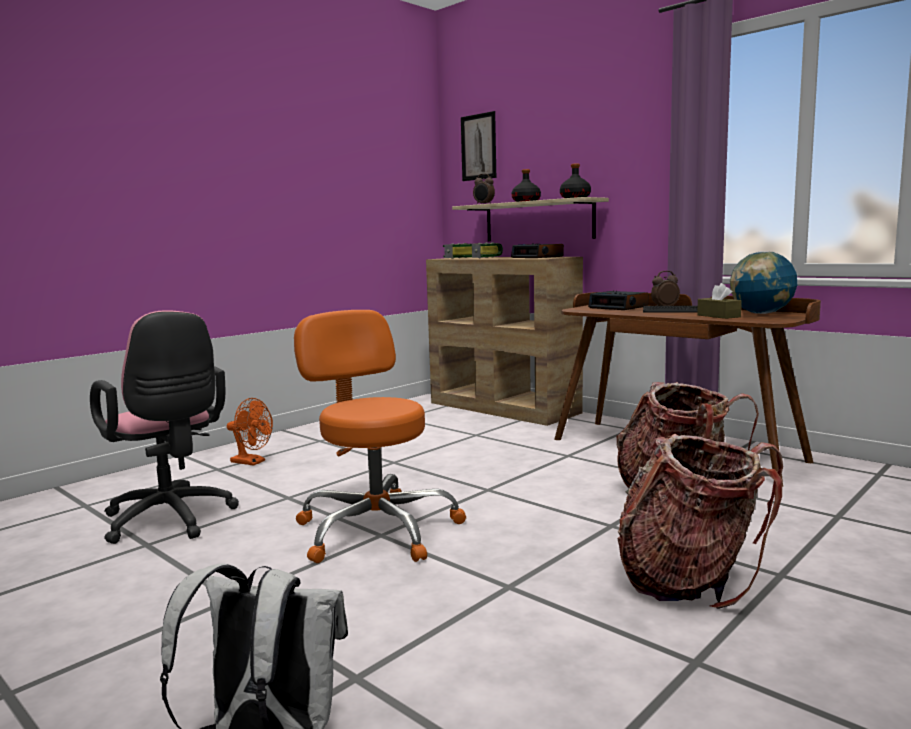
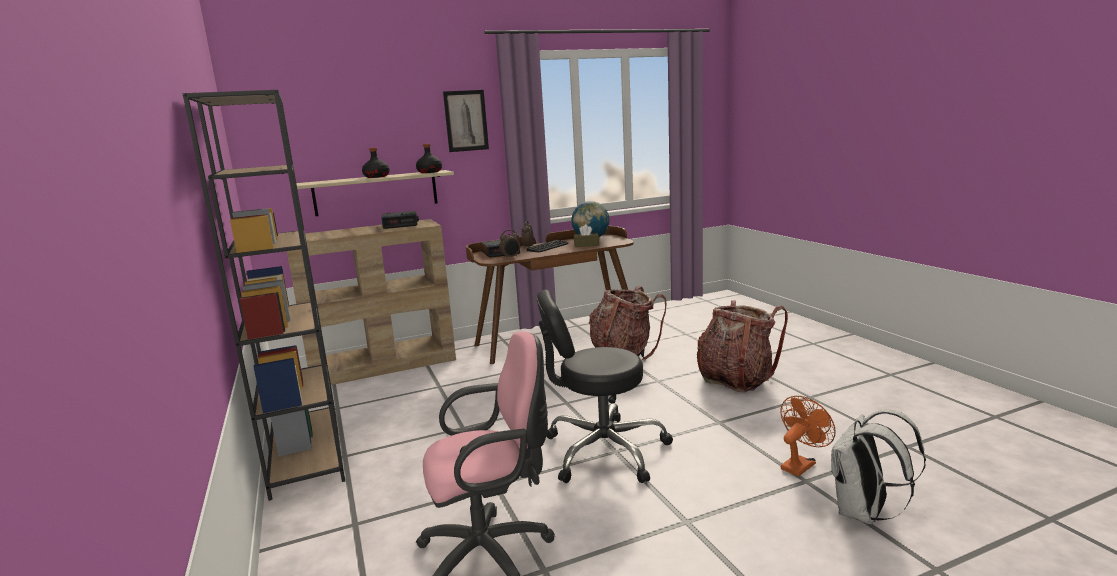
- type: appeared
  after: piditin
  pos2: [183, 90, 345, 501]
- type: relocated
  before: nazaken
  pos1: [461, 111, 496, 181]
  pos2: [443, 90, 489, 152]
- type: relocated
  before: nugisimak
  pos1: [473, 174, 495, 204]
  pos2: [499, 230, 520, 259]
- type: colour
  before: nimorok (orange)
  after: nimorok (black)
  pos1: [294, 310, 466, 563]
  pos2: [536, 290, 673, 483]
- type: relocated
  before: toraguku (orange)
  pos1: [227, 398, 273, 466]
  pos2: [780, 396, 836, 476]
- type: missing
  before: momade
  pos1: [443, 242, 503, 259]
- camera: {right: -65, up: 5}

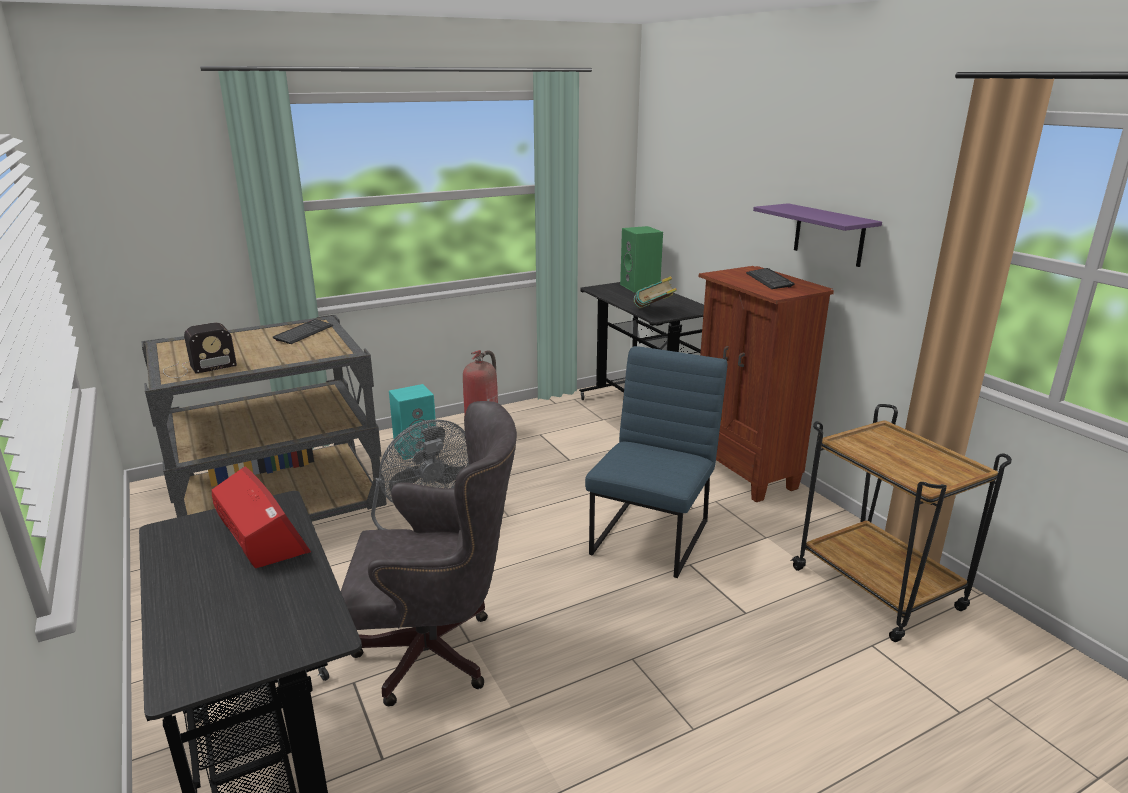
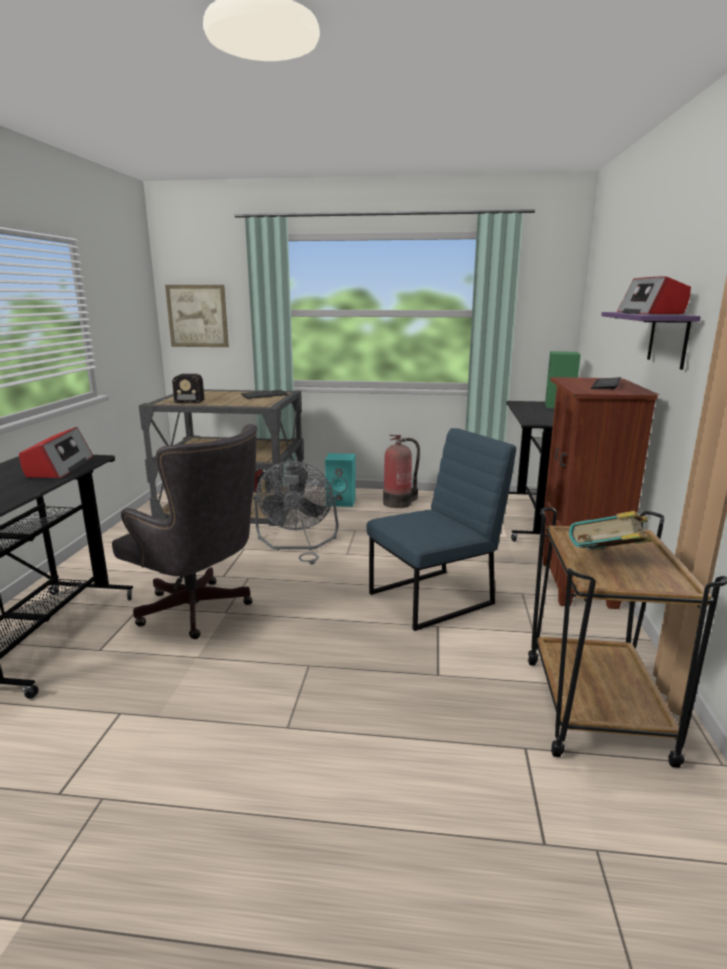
- type: appeared
  after: nazaken
  pos2: [165, 285, 229, 347]
- type: relocated
  before: momade
  pos1: [634, 276, 677, 308]
  pos2: [569, 511, 653, 550]
- type: appeared
  after: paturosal
  pos2: [617, 276, 691, 315]
- camera: {right: 35, up: -5}

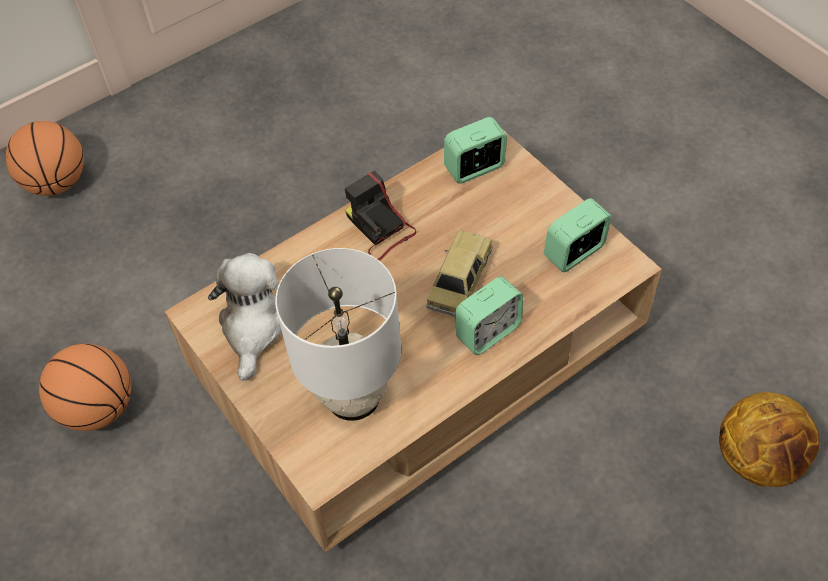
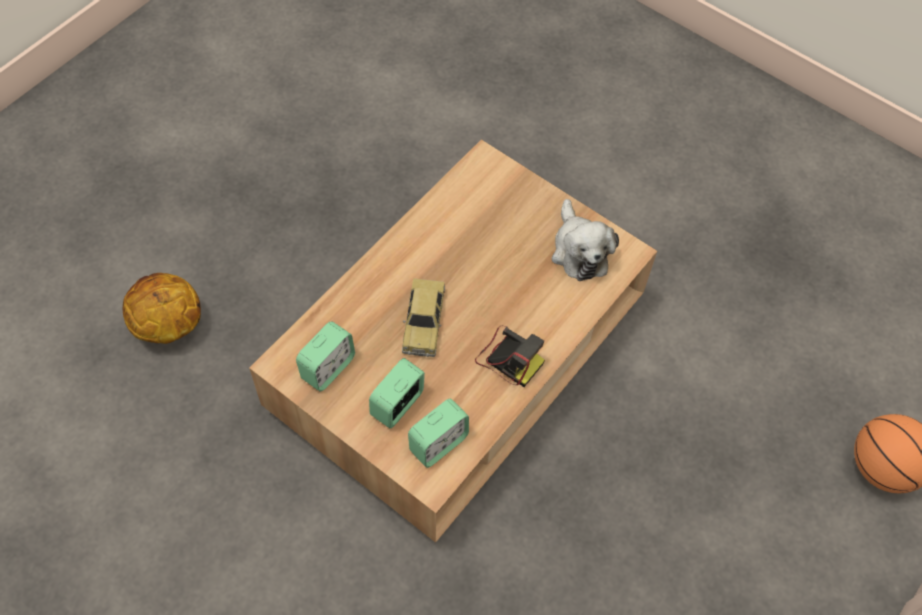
- type: relocated
  before: nugisimak
  pos1: [455, 276, 523, 355]
  pos2: [369, 358, 425, 428]
- type: missing
  before: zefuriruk
  pos1: [39, 344, 131, 431]
- type: missing
  before: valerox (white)
  pos1: [275, 248, 401, 421]
- camera: {right: 160, up: 5}

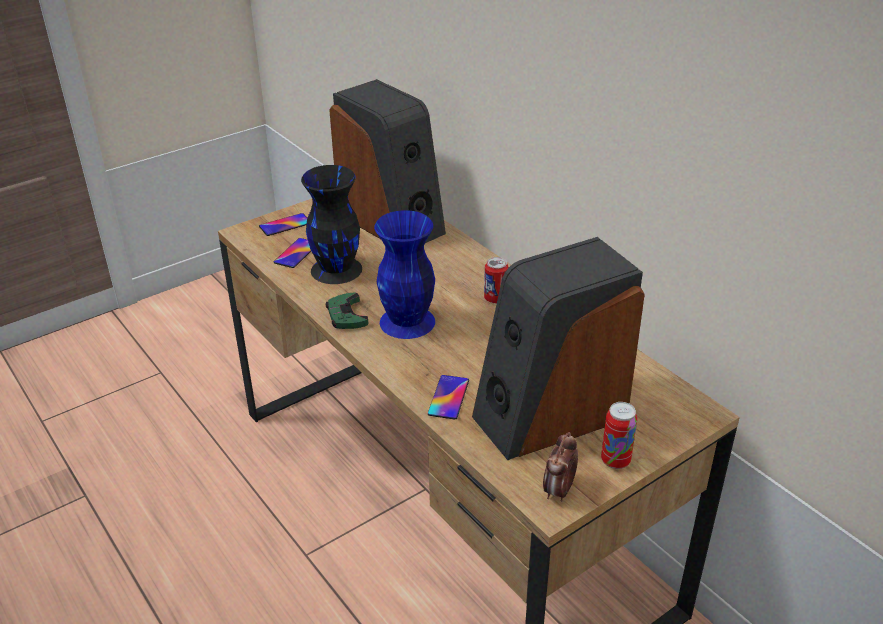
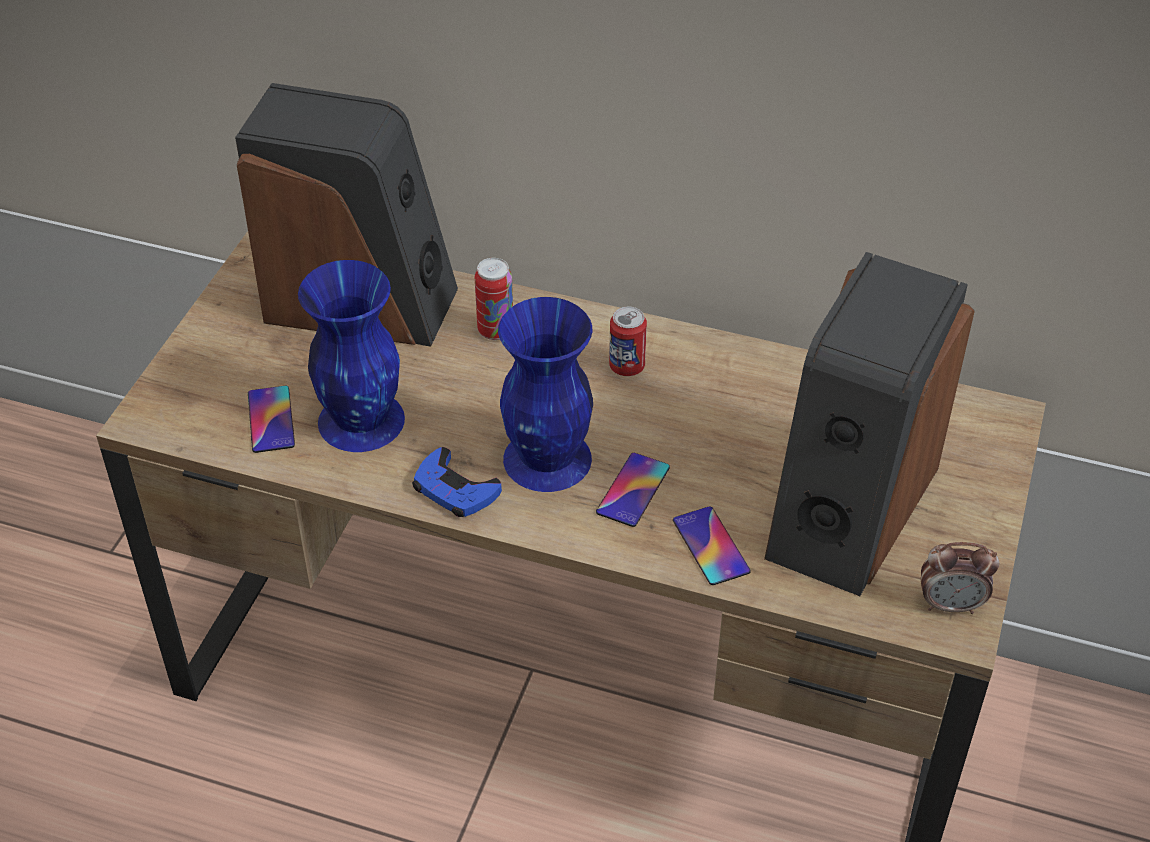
- type: colour
  before: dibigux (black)
  after: dibigux (blue)
  pos1: [301, 165, 362, 284]
  pos2: [298, 260, 405, 452]
- type: colour
  before: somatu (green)
  after: somatu (blue)
  pos1: [326, 293, 368, 329]
  pos2: [412, 447, 502, 517]
- type: relocated
  before: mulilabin
  pos1: [601, 402, 637, 469]
  pos2: [475, 258, 513, 340]
- type: relocated
  before: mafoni
  pos1: [259, 213, 307, 236]
  pos2: [596, 453, 670, 527]
- type: spun
  before: nugisimak
  pos1: [543, 432, 578, 502]
  pos2: [921, 542, 999, 614]
  turn: -75
- camera: {right: -35, up: 10}

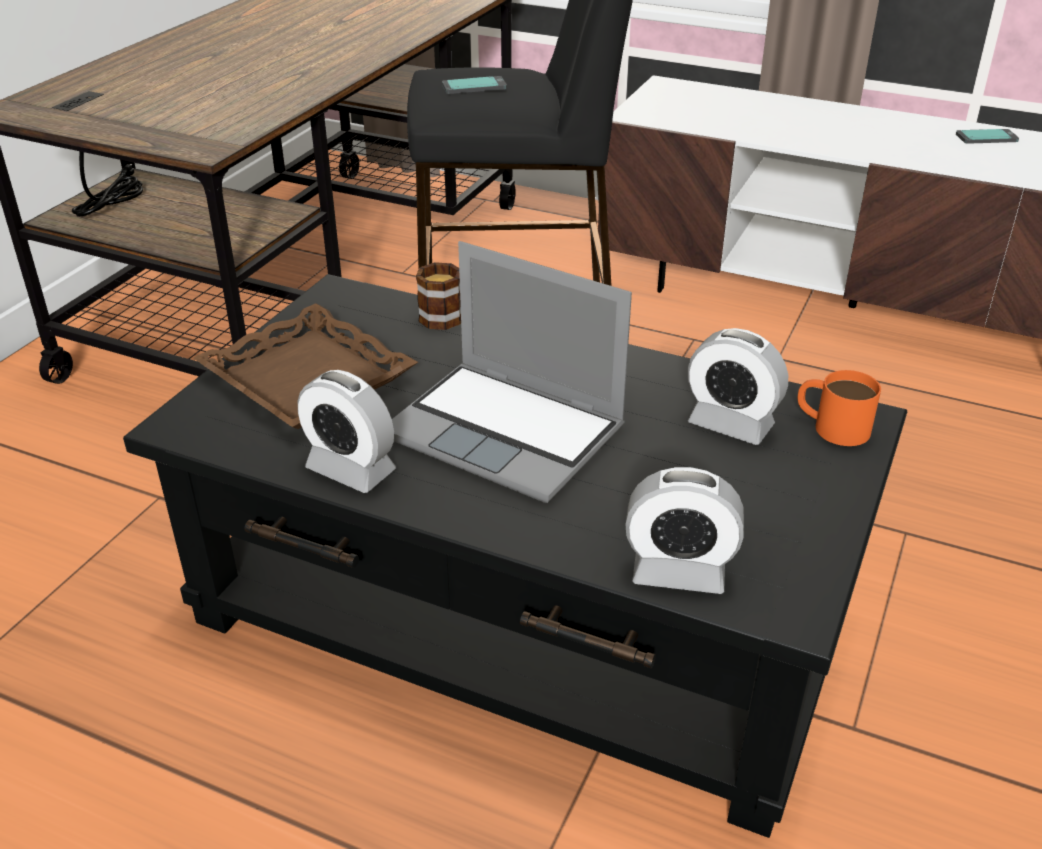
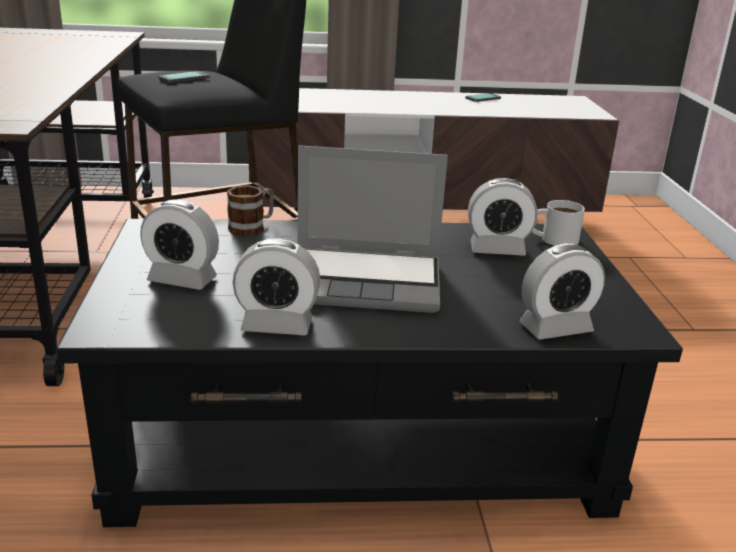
- type: exchanged
  before: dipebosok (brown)
  after: nugisimak
  pos1: [193, 303, 418, 429]
  pos2: [140, 200, 219, 290]
- type: colour
  before: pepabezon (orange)
  after: pepabezon (white)
  pos1: [798, 370, 881, 446]
  pos2: [532, 200, 585, 246]
- camera: {right: -30, up: -10}

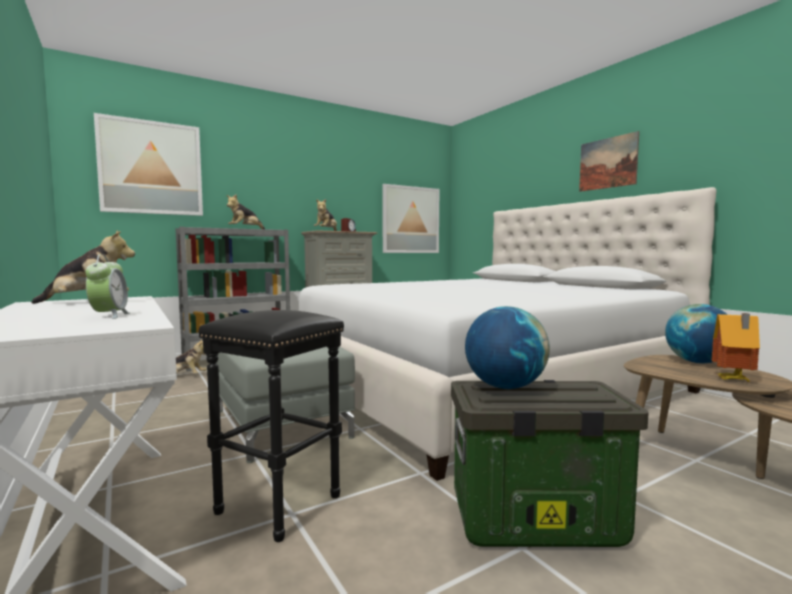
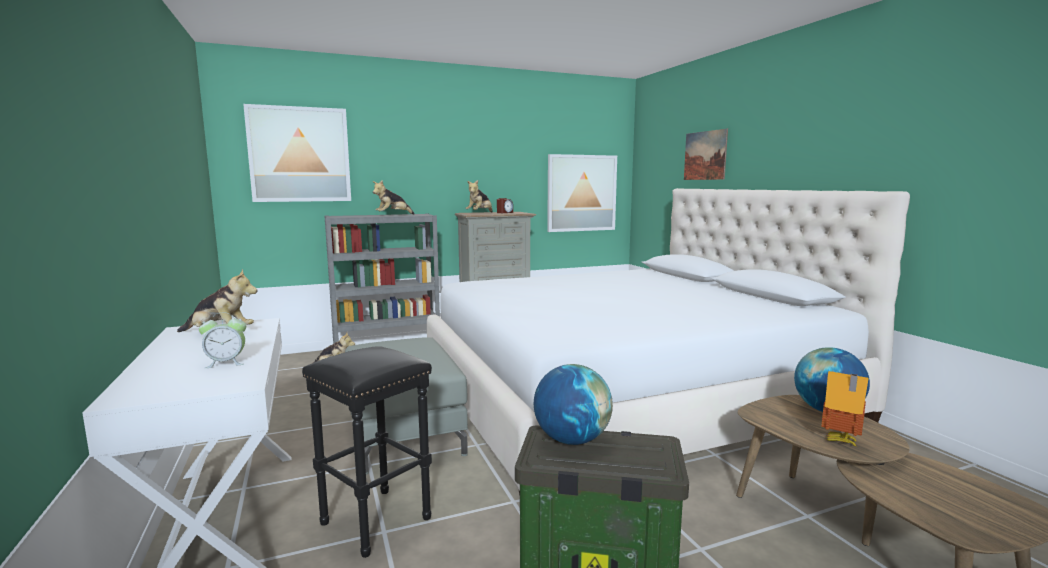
- type: spun
  before: nugisimak
  pos1: [85, 254, 130, 319]
  pos2: [199, 313, 246, 368]
  turn: 75
- type: relocated
  before: nazaken
  pos1: [579, 131, 639, 192]
  pos2: [684, 128, 728, 180]
- camera: {right: 10, up: 5}

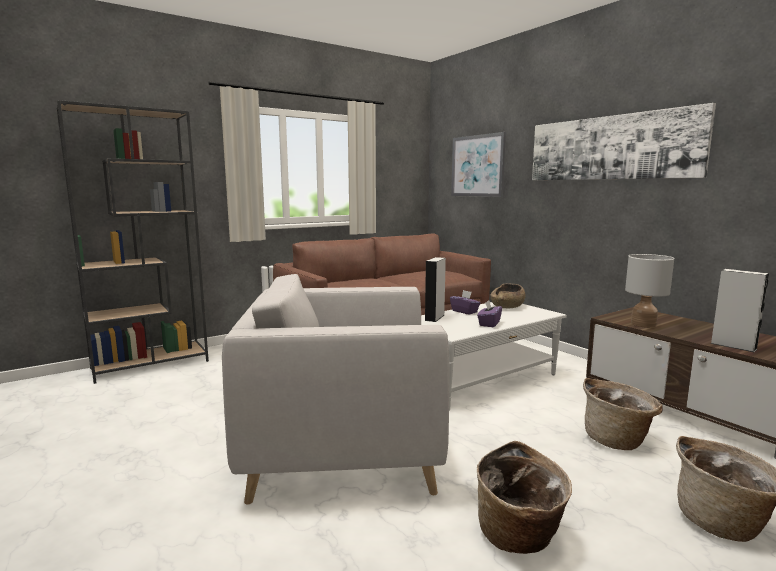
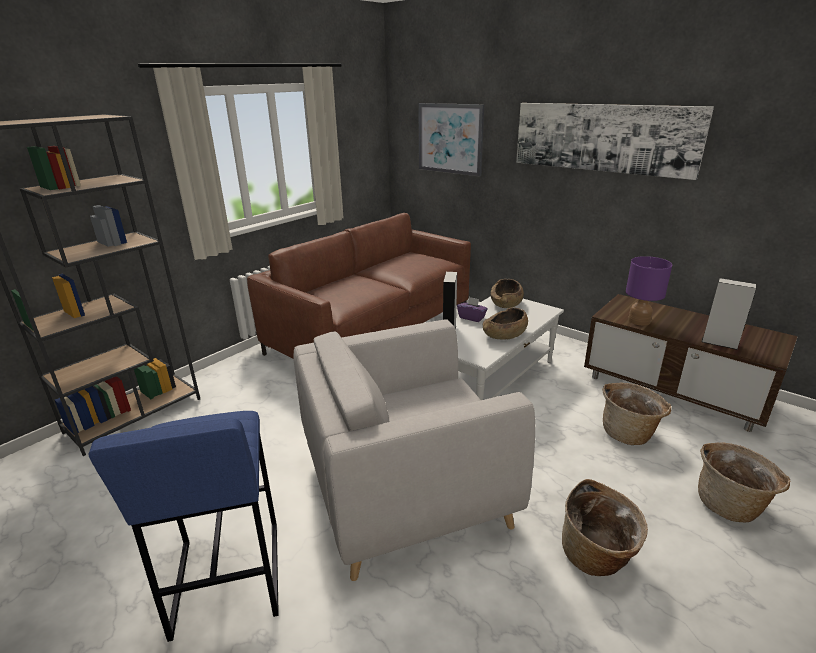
- type: appeared
  after: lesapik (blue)
  pos2: [88, 411, 279, 642]
- type: exchanged
  before: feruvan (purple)
  after: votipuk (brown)
  pos1: [477, 301, 502, 327]
  pos2: [483, 307, 528, 340]
- type: colour
  before: valerox (grey)
  after: valerox (purple)
  pos1: [625, 254, 674, 328]
  pos2: [626, 256, 672, 326]
- camera: {right: -15, up: 15}

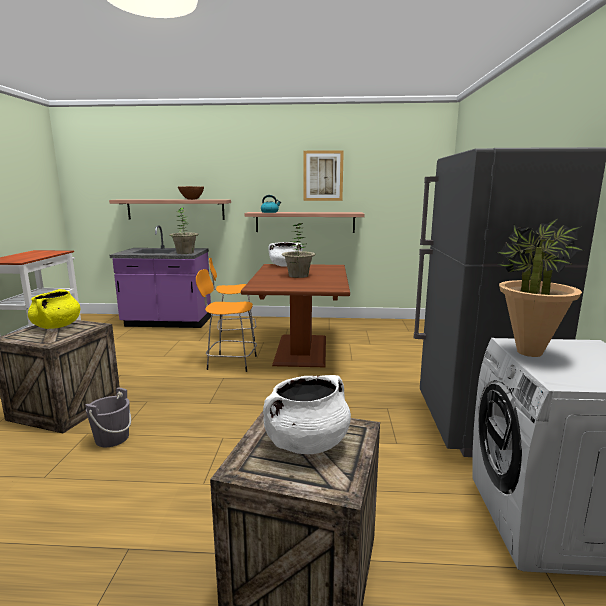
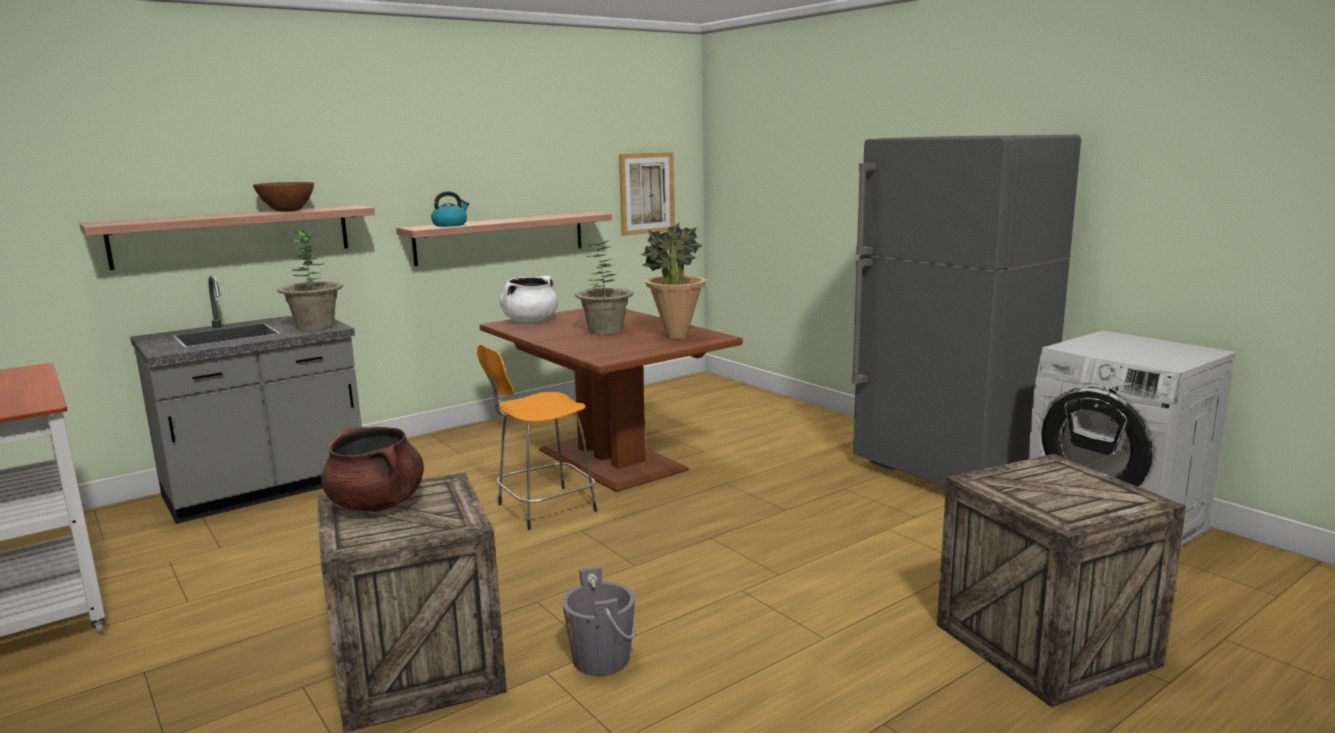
- type: colour
  before: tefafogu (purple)
  after: tefafogu (grey)
  pos1: [110, 225, 211, 328]
  pos2: [130, 276, 362, 524]
- type: colour
  before: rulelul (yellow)
  after: rulelul (brown)
  pos1: [28, 289, 80, 329]
  pos2: [321, 427, 424, 512]
- type: relocated
  before: nazaken
  pos1: [303, 150, 344, 201]
  pos2: [619, 152, 675, 236]
- type: relocated
  before: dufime
  pos1: [496, 219, 584, 357]
  pos2: [641, 223, 706, 339]
- type: missing
  before: lesapik (orange)
  pos1: [209, 258, 256, 341]
- type: missing
  before: rulelul (white)
  pos1: [263, 375, 351, 454]
- camera: {right: -40, up: 0}

